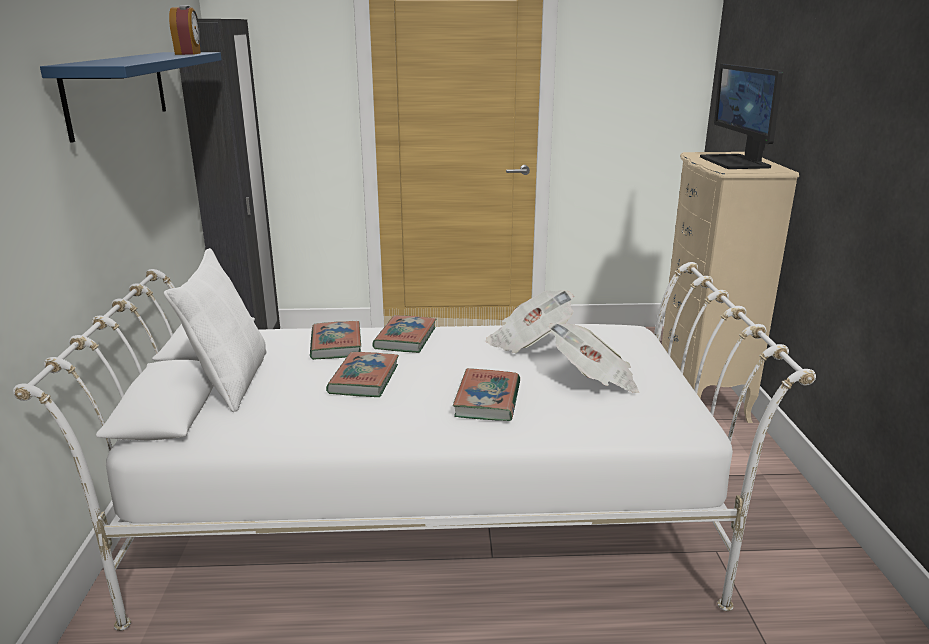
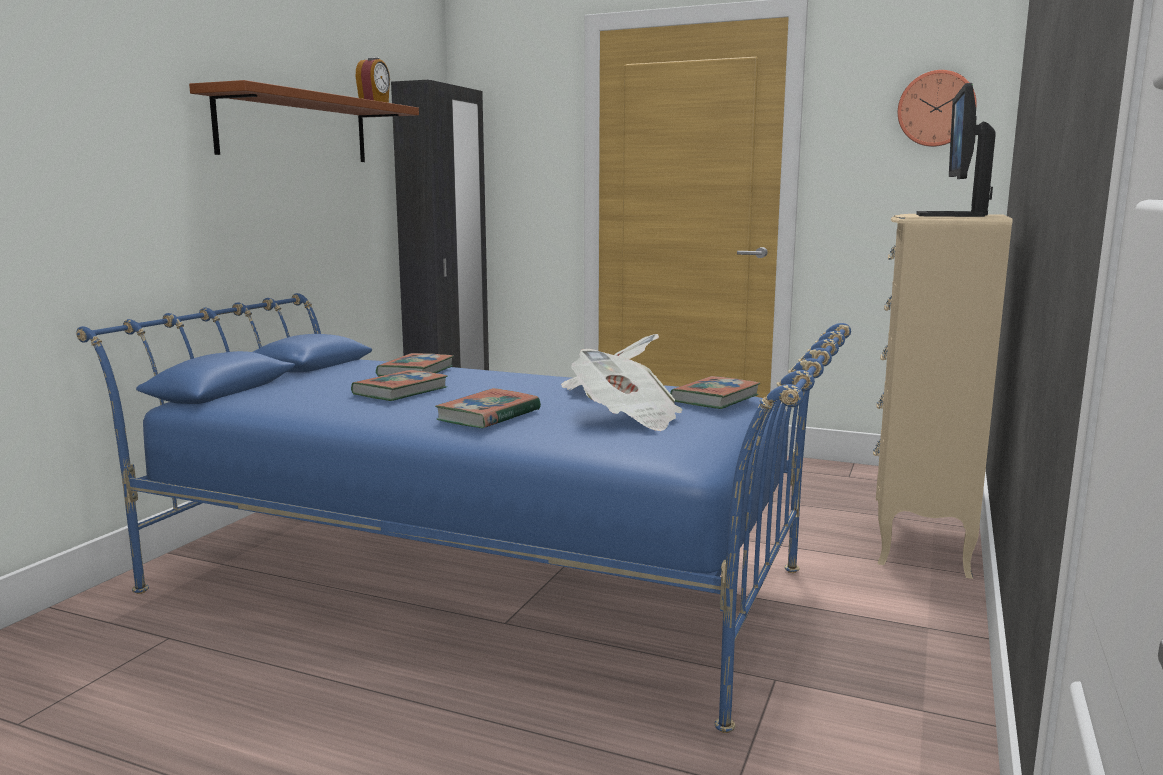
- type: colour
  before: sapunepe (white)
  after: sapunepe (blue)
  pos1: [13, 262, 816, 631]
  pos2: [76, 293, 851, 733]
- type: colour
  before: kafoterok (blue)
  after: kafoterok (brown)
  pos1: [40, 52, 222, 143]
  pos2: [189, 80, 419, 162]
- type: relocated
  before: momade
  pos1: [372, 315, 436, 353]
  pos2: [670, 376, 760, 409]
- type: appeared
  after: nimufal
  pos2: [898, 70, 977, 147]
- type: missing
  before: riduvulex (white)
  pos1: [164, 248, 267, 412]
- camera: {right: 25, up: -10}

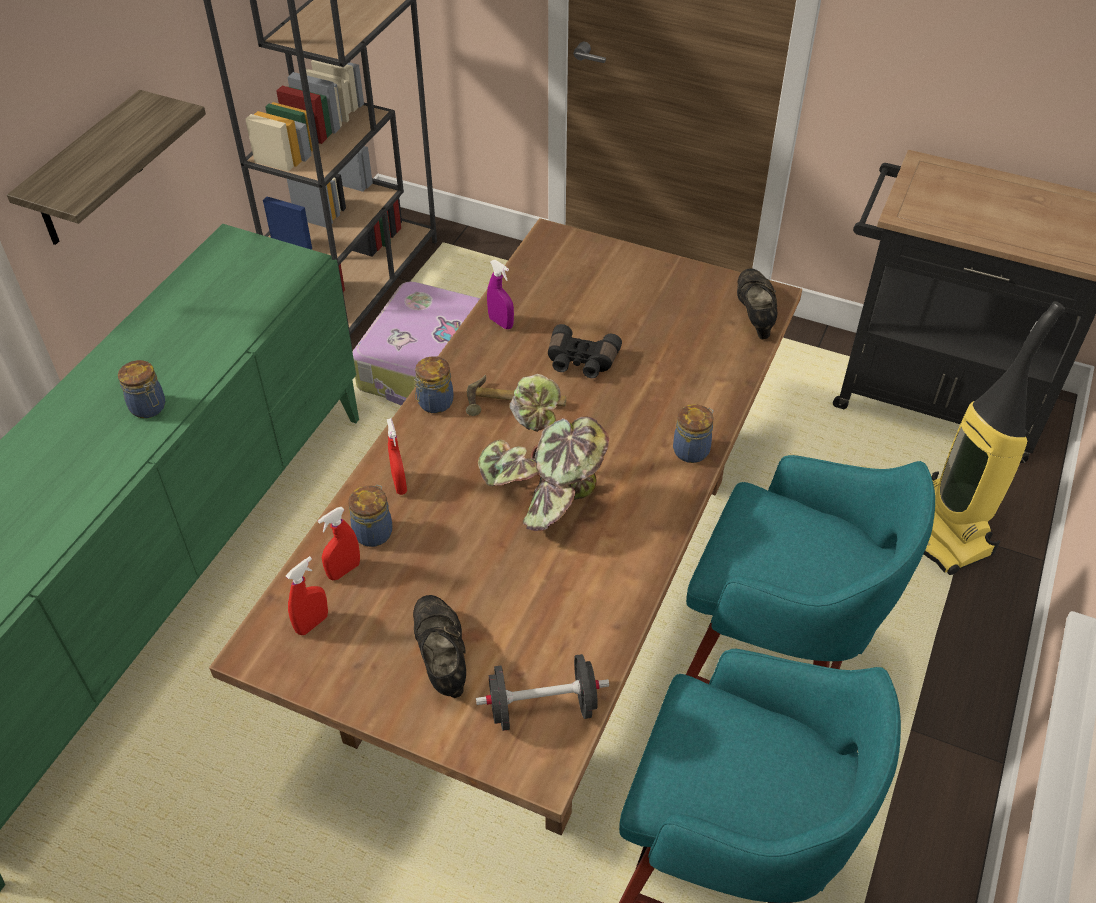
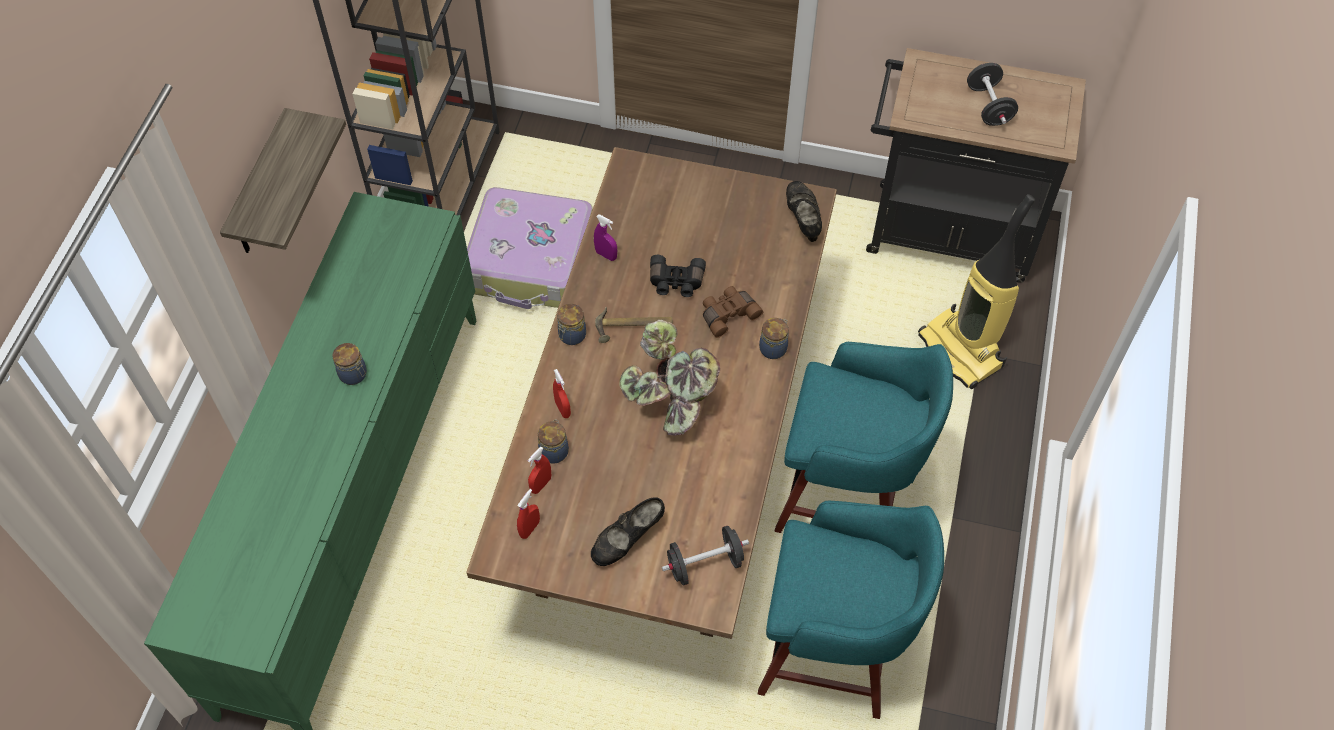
- type: spun
  before: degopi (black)
  pos1: [413, 595, 466, 698]
  pos2: [591, 497, 665, 566]
  turn: -105
- type: appeared
  after: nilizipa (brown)
  pos2: [703, 286, 763, 338]
- type: appeared
  after: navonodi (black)
  pos2: [967, 63, 1018, 126]
- camera: {right: -10, up: 10}

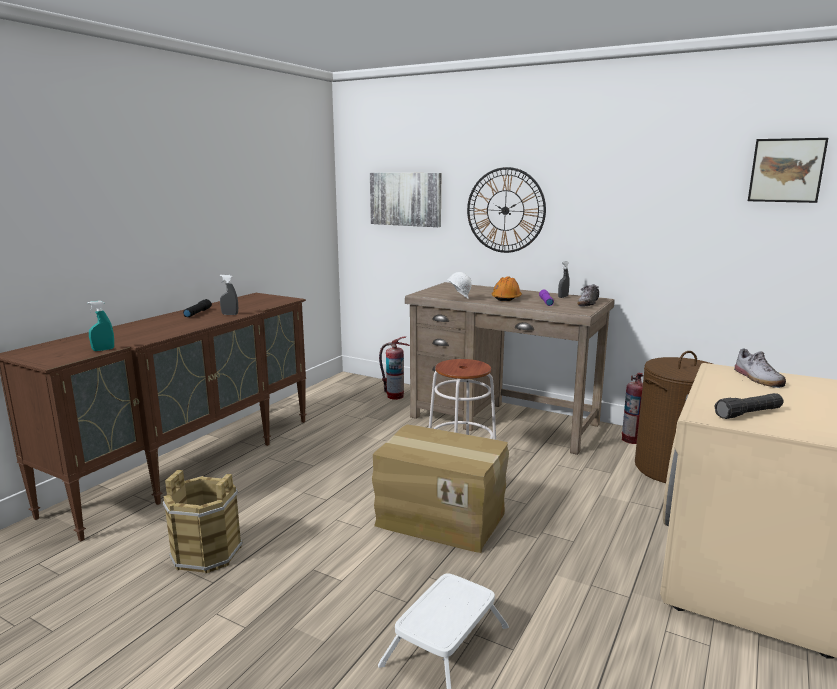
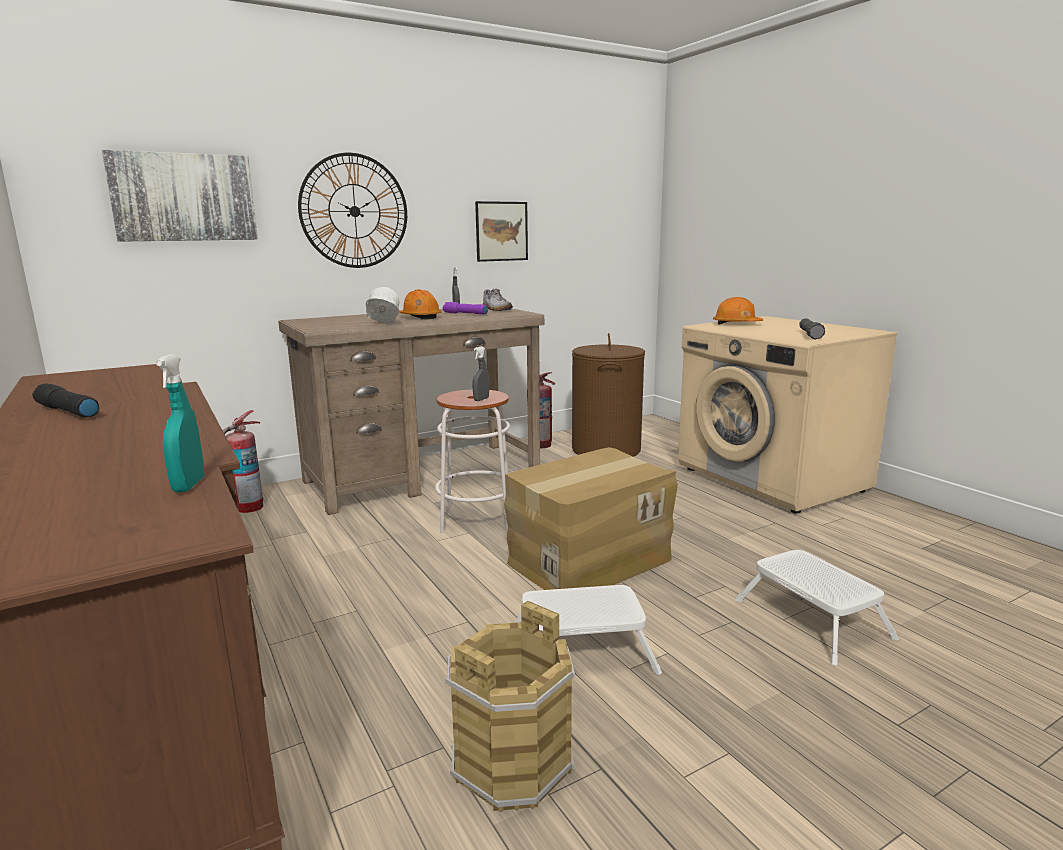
- type: relocated
  before: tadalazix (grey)
  pos1: [220, 275, 238, 315]
  pos2: [473, 346, 489, 401]
- type: relocated
  before: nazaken
  pos1: [748, 138, 828, 203]
  pos2: [475, 201, 528, 262]
- type: appeared
  after: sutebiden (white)
  pos2: [514, 585, 662, 675]
- type: exchanged
  before: degopi
  after: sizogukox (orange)
  pos1: [734, 348, 786, 388]
  pos2: [713, 297, 763, 324]
- camera: {right: -60, up: 0}

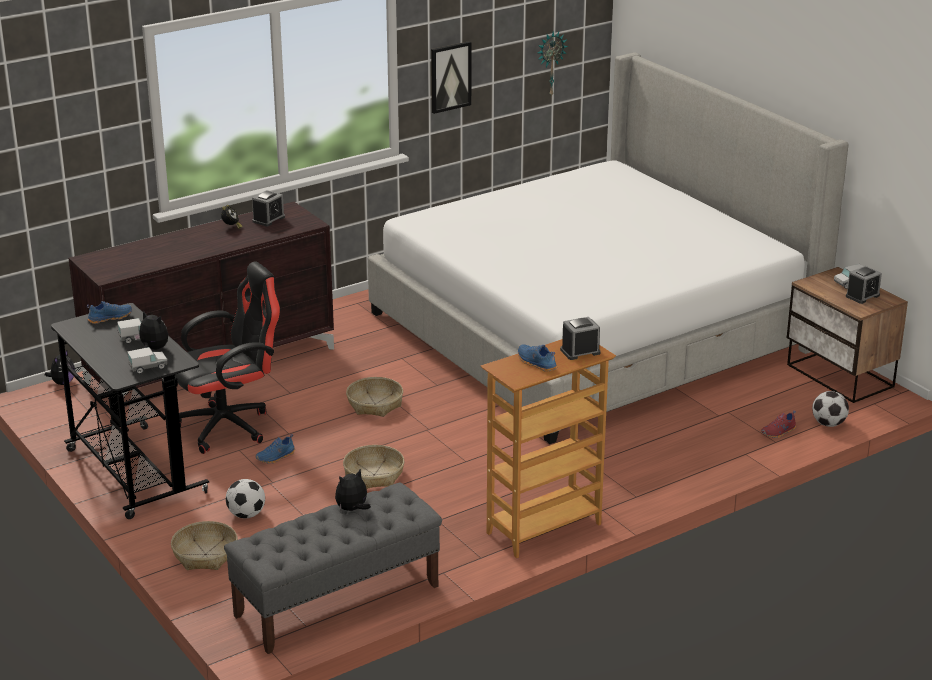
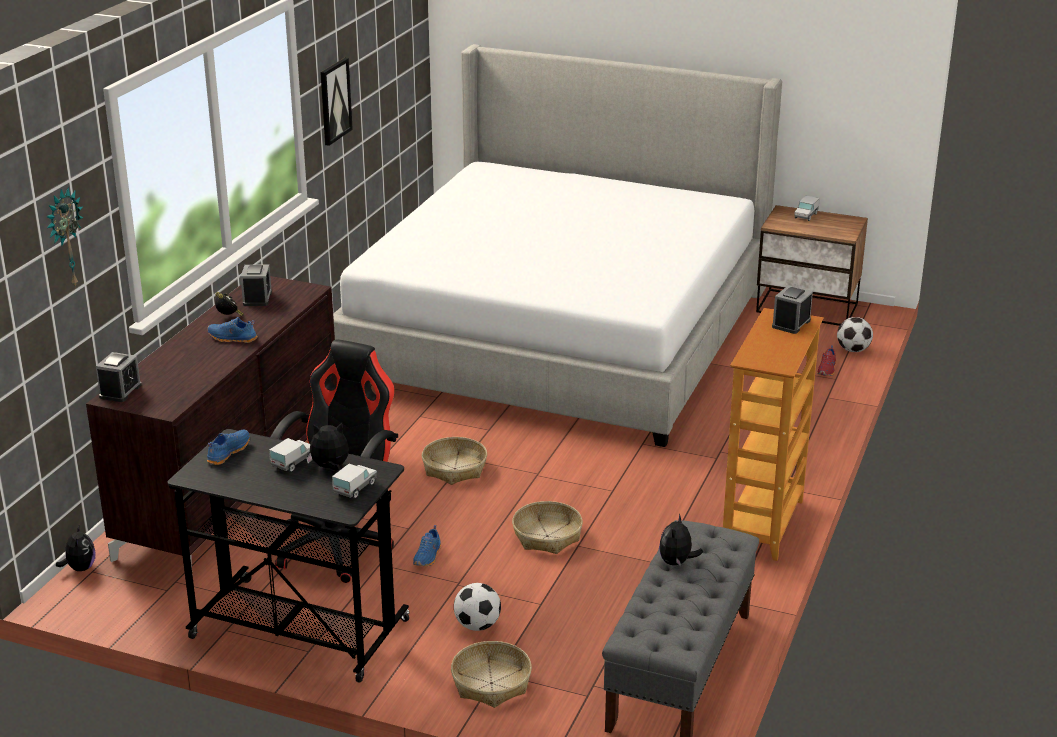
- type: relocated
  before: nimufal
  pos1: [538, 31, 568, 97]
  pos2: [46, 187, 83, 288]
- type: relocated
  before: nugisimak
  pos1: [846, 266, 882, 304]
  pos2: [96, 352, 142, 402]
- type: relocated
  before: degopi (blue)
  pos1: [518, 344, 557, 372]
  pos2: [208, 317, 258, 343]
- camera: {right: -35, up: 0}

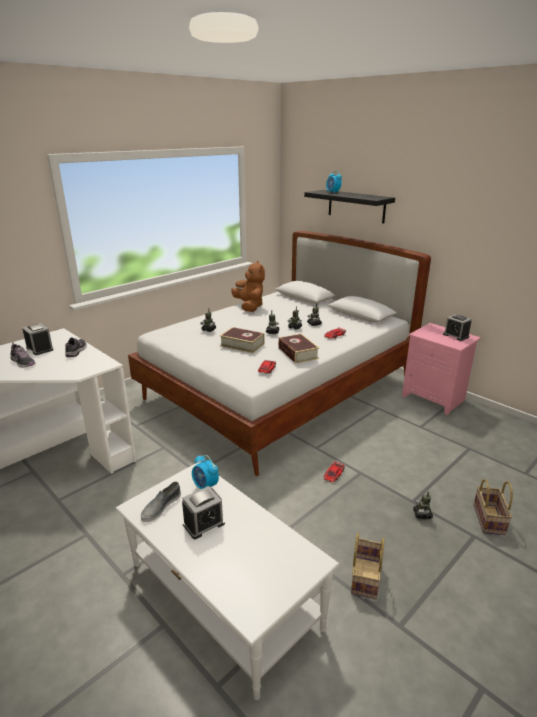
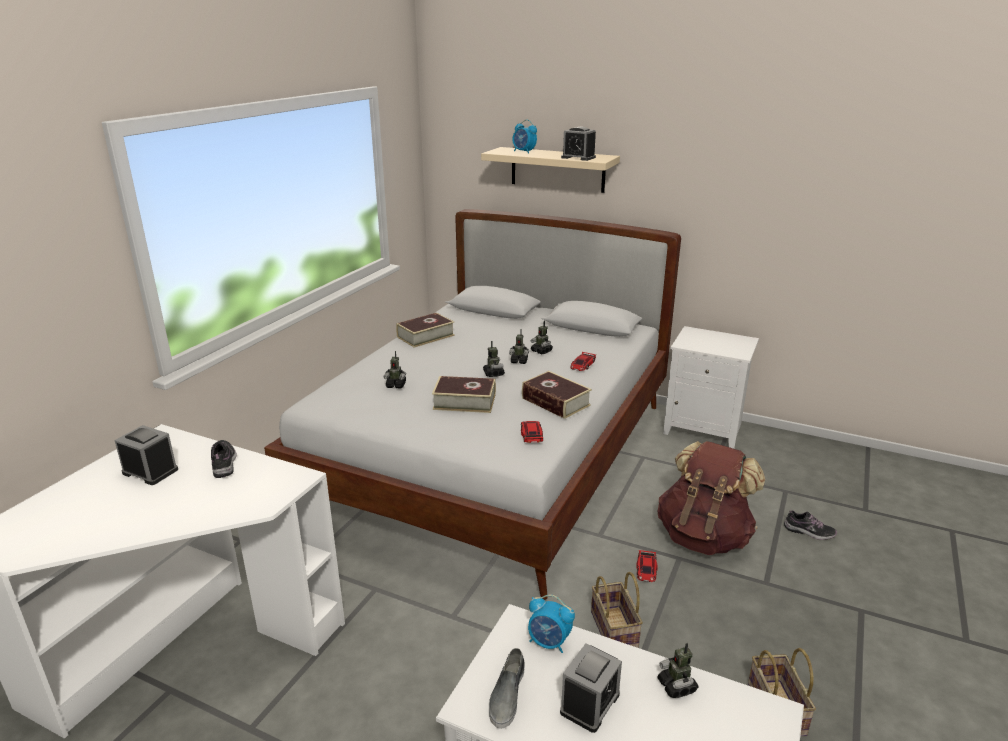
- type: exchanged
  before: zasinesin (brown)
  after: momade
  pos1: [231, 261, 265, 312]
  pos2: [396, 313, 455, 348]
- type: colour
  before: kafoterok (black)
  after: kafoterok (beige)
  pos1: [304, 190, 395, 223]
  pos2: [481, 147, 620, 193]
- type: relocated
  before: nugisimak
  pos1: [443, 314, 471, 341]
  pos2: [561, 127, 596, 161]
- type: relocated
  before: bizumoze
  pos1: [474, 479, 513, 535]
  pos2: [591, 572, 643, 648]
- type: appeared
  after: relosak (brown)
  pos2: [657, 441, 765, 555]
- type: relocated
  before: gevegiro
  pos1: [413, 491, 433, 519]
  pos2: [657, 643, 698, 698]
- type: colour
  before: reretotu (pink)
  after: reretotu (white)
  pos1: [402, 323, 481, 415]
  pos2: [663, 326, 759, 449]
- type: relocated
  before: degopi
  pos1: [10, 342, 35, 367]
  pos2: [784, 509, 837, 540]
- camera: {right: -20, up: 0}

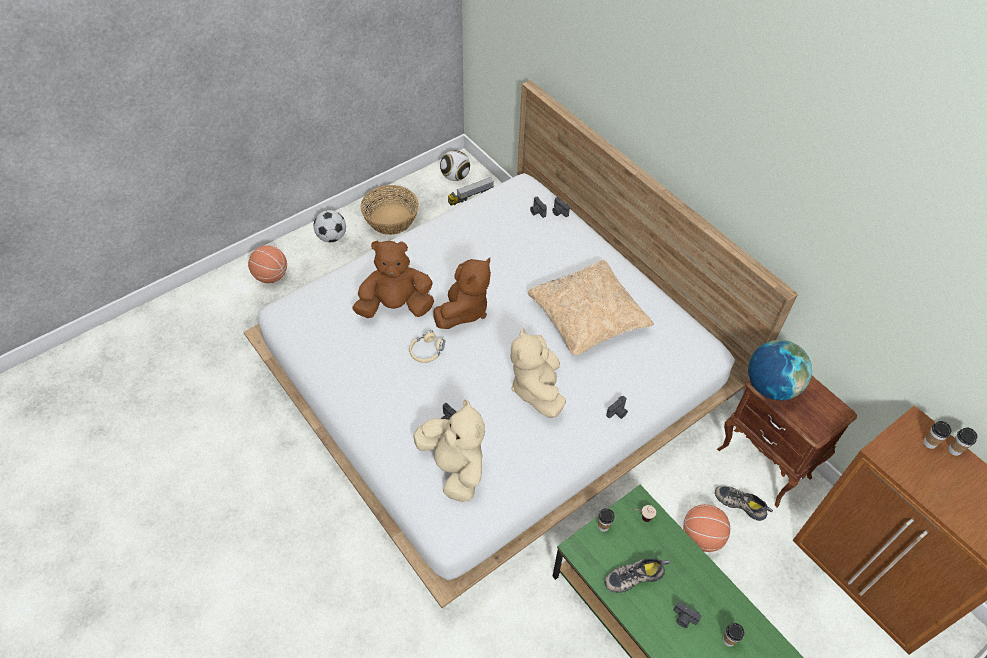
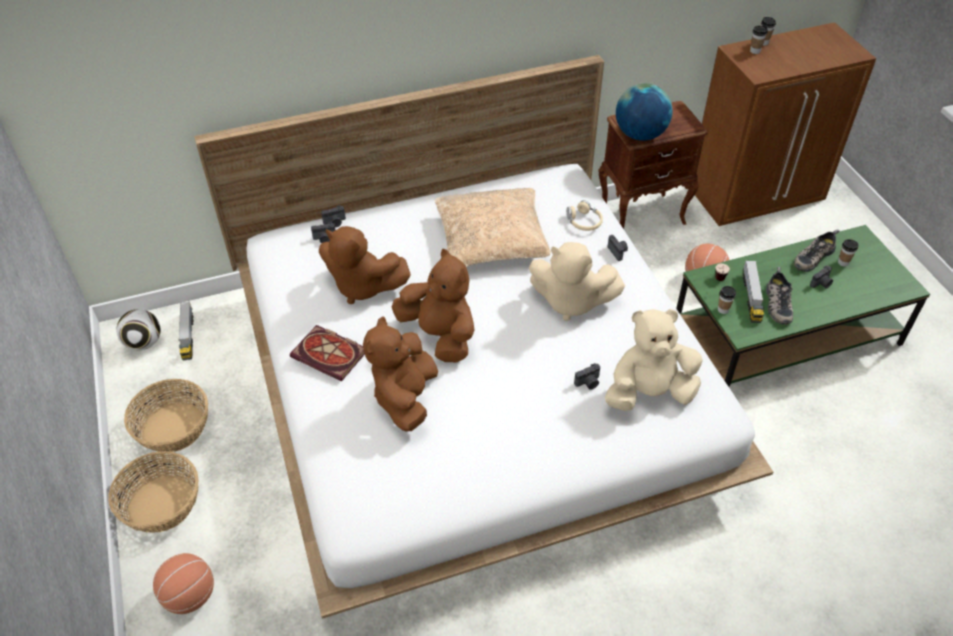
- type: exchanged
  before: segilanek
  after: bizumoze
  pos1: [314, 210, 346, 242]
  pos2: [108, 451, 199, 533]
- type: appeared
  after: momade
  pos2: [290, 325, 365, 381]
- type: appeared
  after: zasinesin (brown)
  pos2: [319, 226, 411, 304]
- type: relocated
  before: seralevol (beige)
  pos1: [409, 330, 445, 363]
  pos2: [567, 200, 603, 231]
- type: appeared
  after: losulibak
  pos2: [743, 260, 764, 323]
- type: relocated
  before: degopi
  pos1: [715, 486, 773, 521]
  pos2: [794, 230, 840, 272]
- camera: {right: -70, up: -5}

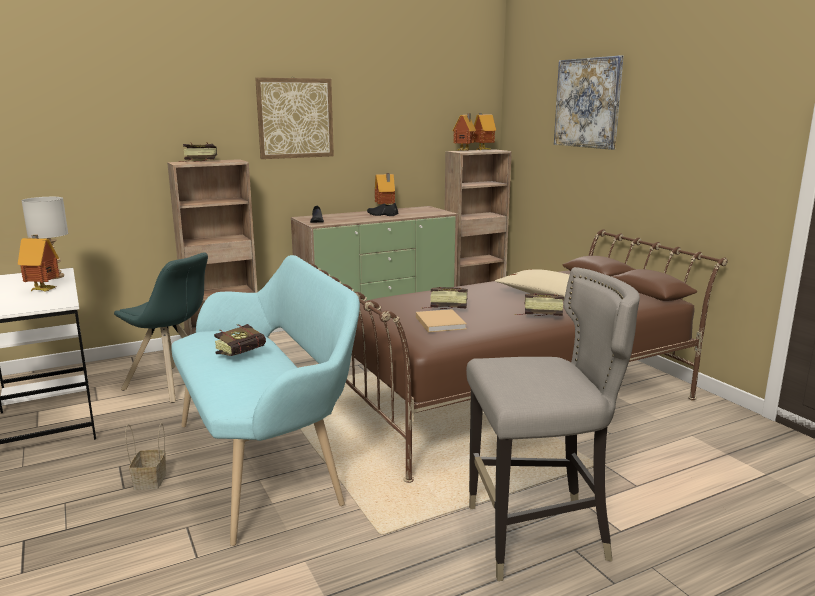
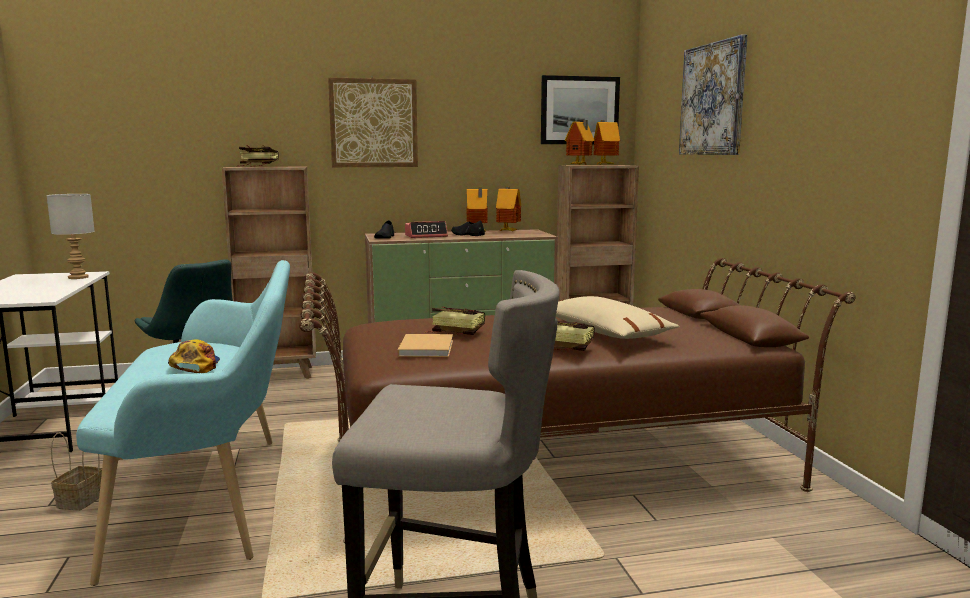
- type: exchanged
  before: momade
  after: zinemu
  pos1: [214, 324, 266, 356]
  pos2: [168, 339, 220, 373]
- type: appeared
  after: nugisimak
  pos2: [405, 221, 448, 238]
- type: relocated
  before: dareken
  pos1: [18, 235, 60, 292]
  pos2: [496, 187, 522, 231]
- type: appeared
  after: nazaken
  pos2: [541, 75, 620, 144]
- camera: {right: 15, up: -5}

